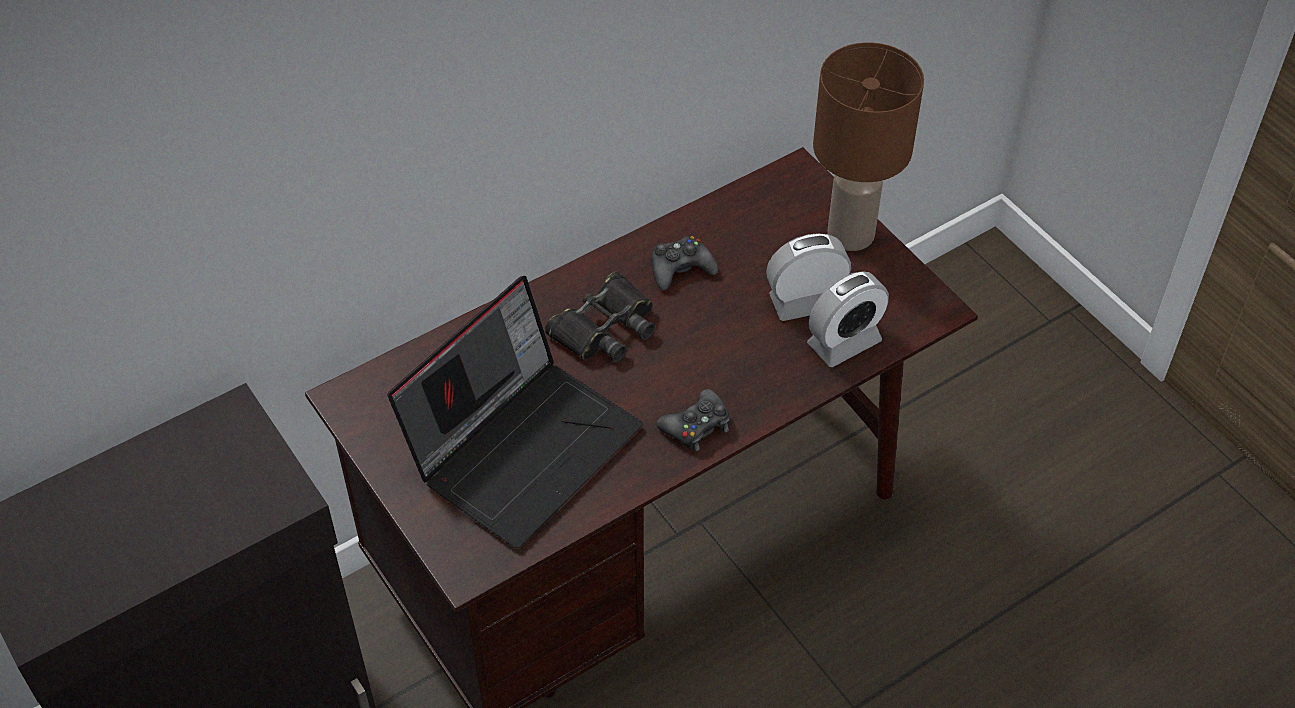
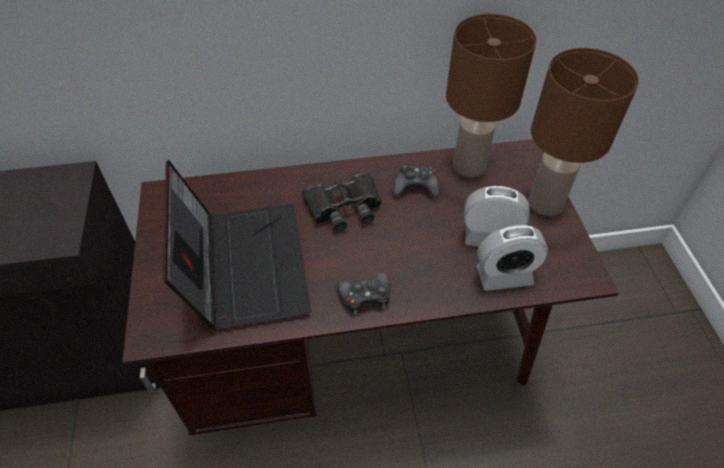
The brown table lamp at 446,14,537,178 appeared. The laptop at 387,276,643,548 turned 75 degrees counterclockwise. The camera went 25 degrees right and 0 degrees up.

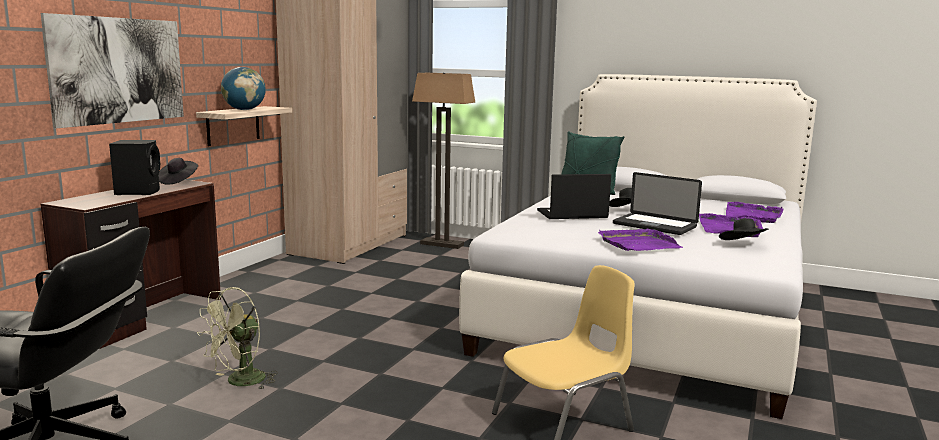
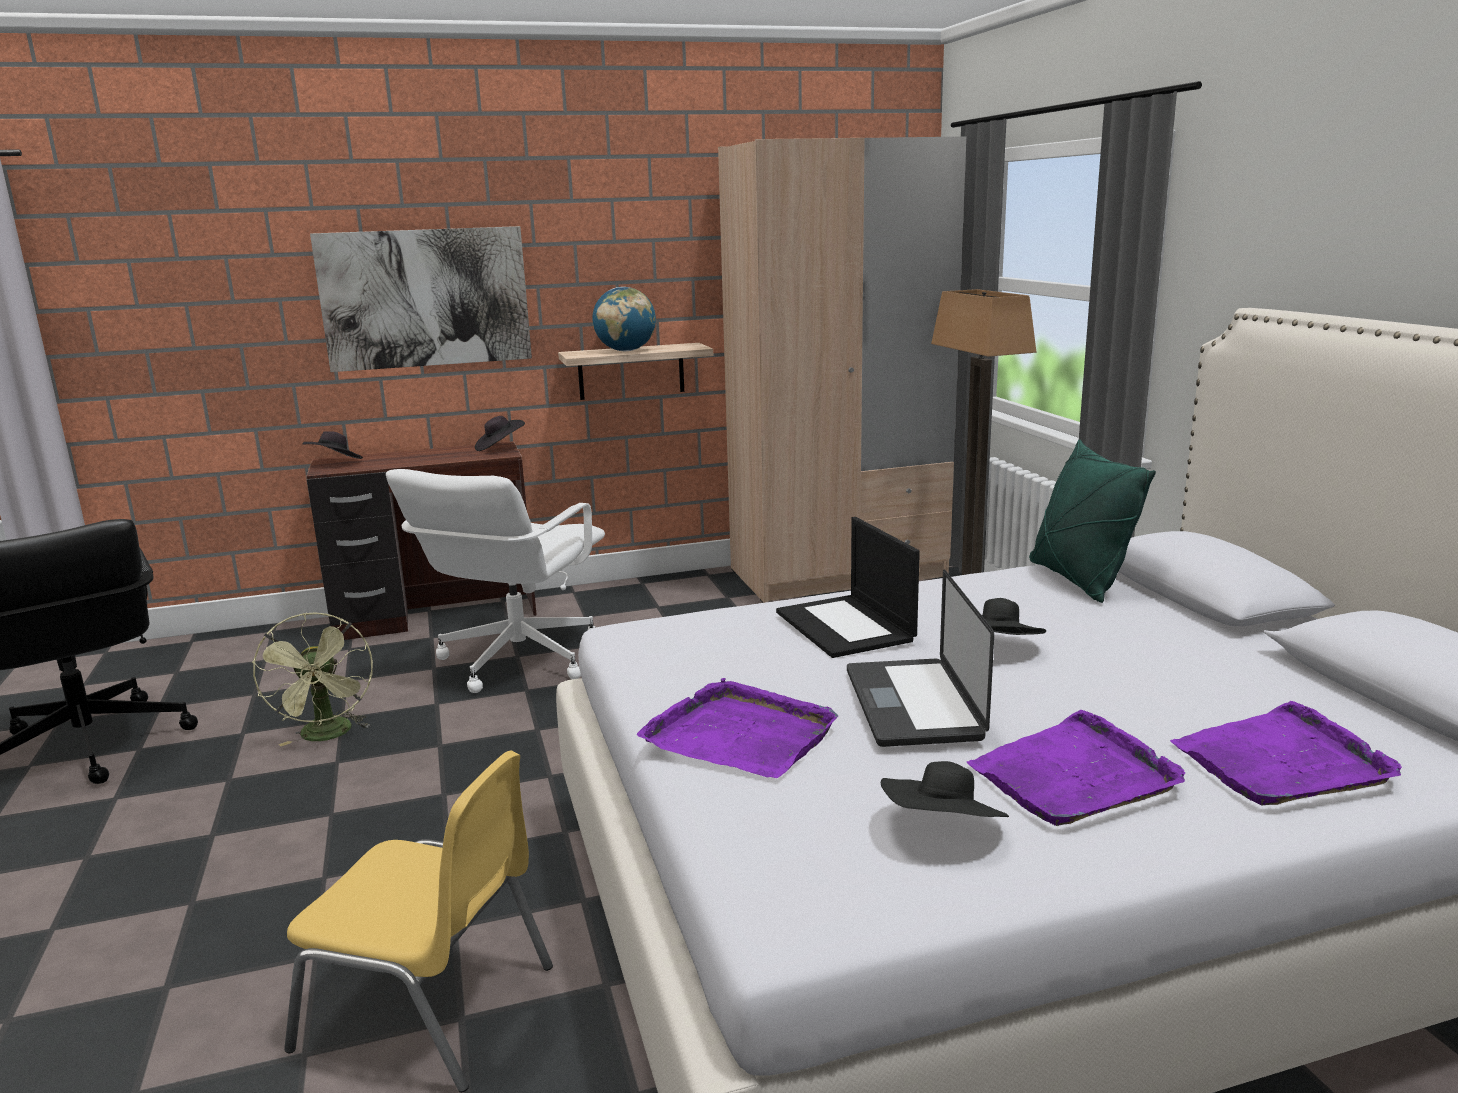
The black speaker at 109,140,160,195 disappeared. The black hat at 302,431,363,459 appeared. The white office chair at 386,469,605,693 appeared. The green fan at 197,287,278,390 turned 105 degrees counterclockwise. The laptop at 537,174,611,219 turned 150 degrees counterclockwise. The camera went 50 degrees right and 5 degrees up.

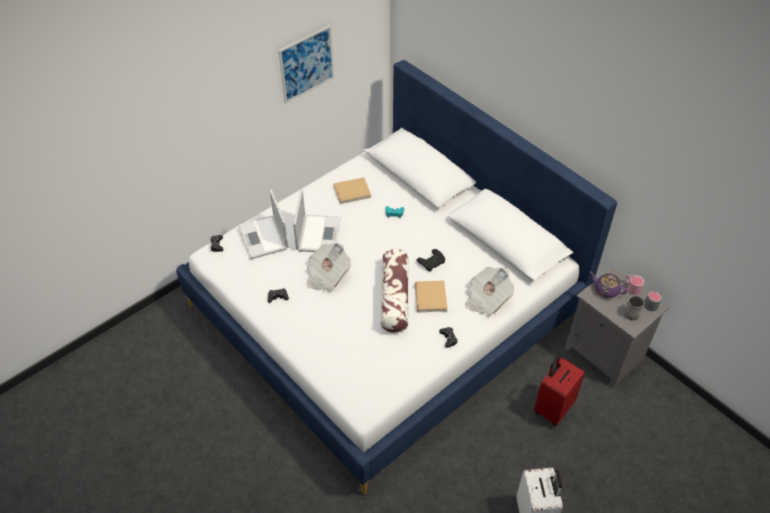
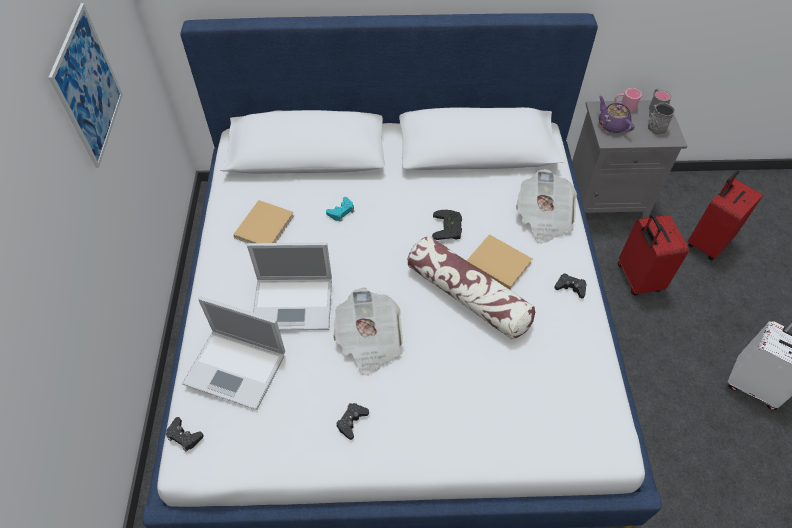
The red suitcase at 687,170,763,260 appeared. The laptop at 293,189,341,252 turned 135 degrees clockwise. The purple teapot at 590,271,628,298 turned 75 degrees clockwise. The camera went 50 degrees left and 5 degrees up.

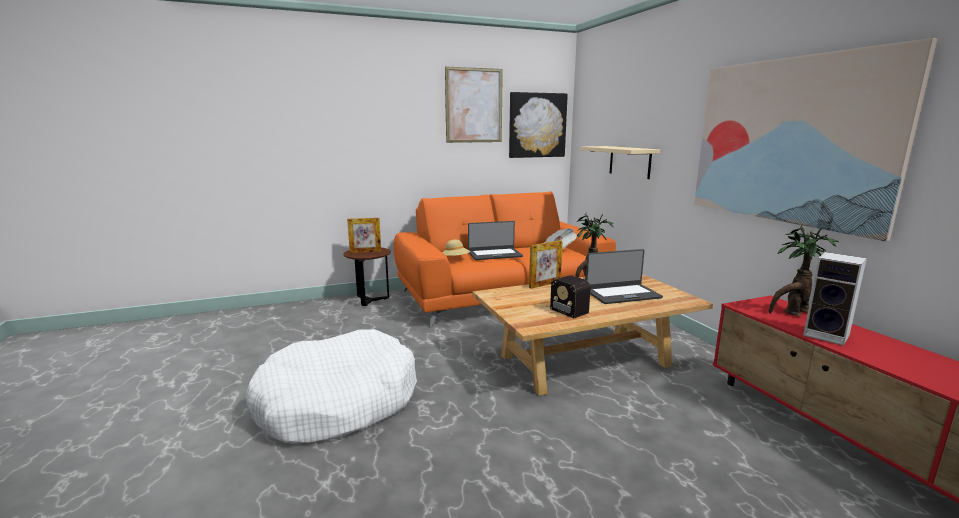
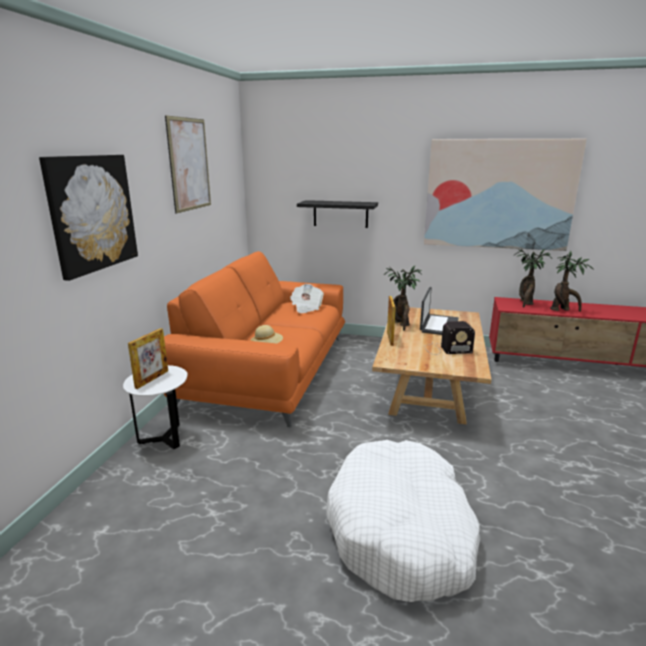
The laptop at 468,221,523,260 disappeared. The picture moved from 509,92,568,158 to 39,155,138,281. The speaker at 803,252,867,346 was replaced by the potted plant at 550,251,594,312. The brown side table at 343,248,391,306 became the white side table at 123,365,188,449. The beige shelf at 580,146,660,179 became the black shelf at 297,200,378,228. The camera went 55 degrees left and 5 degrees up.

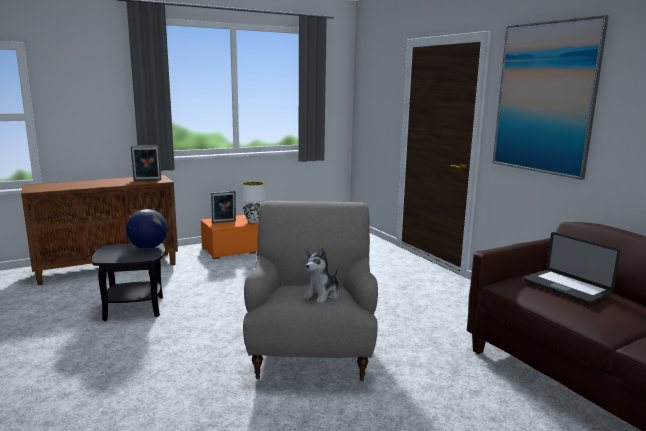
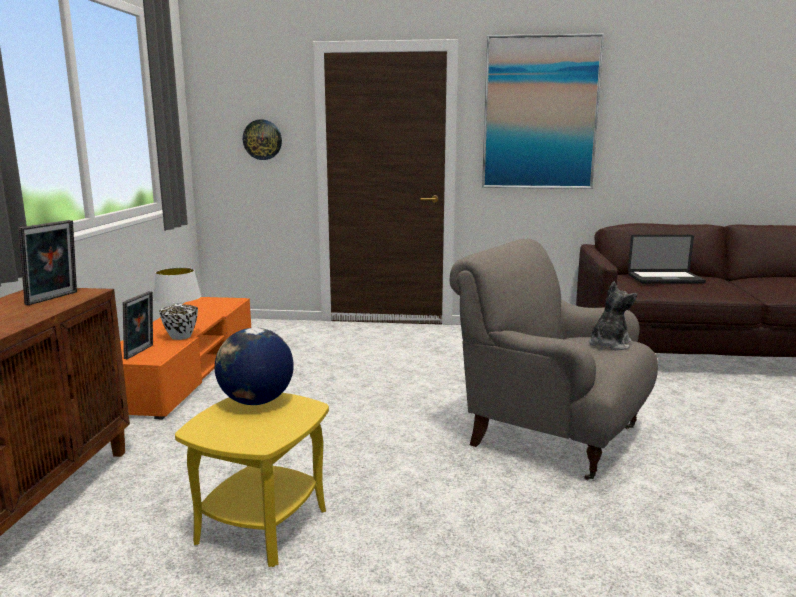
The wall clock at 243,120,282,160 appeared. The black side table at 92,243,165,321 became the yellow side table at 175,393,329,567. The plush toy at 303,248,339,303 turned 120 degrees counterclockwise. The camera went 55 degrees left and 0 degrees up.

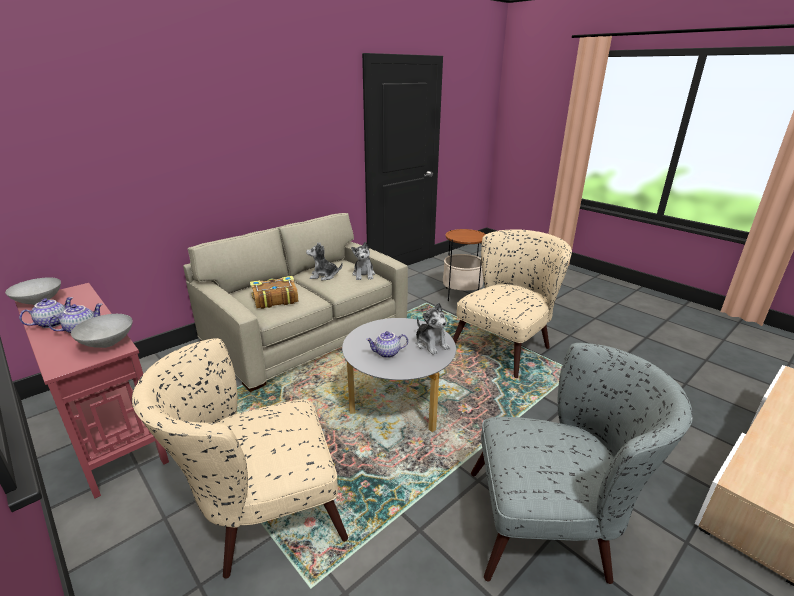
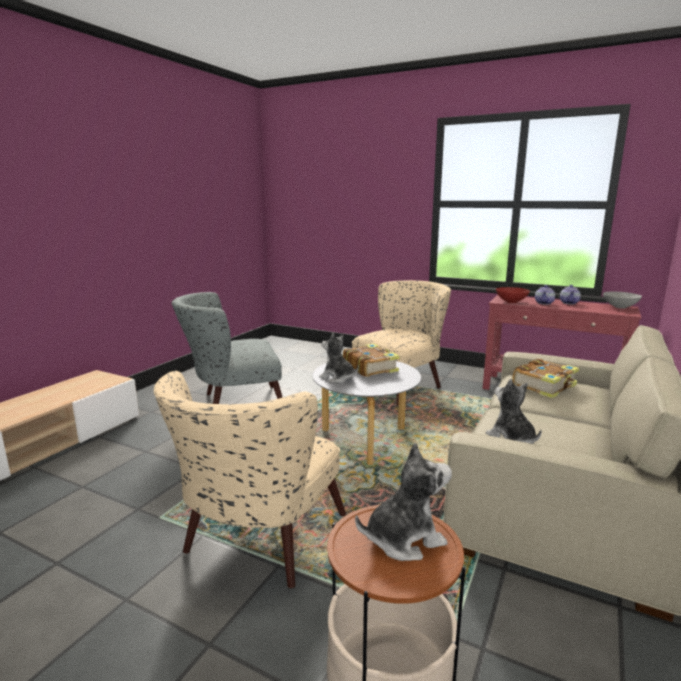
The plush toy moved from 306,242,343,281 to 355,443,452,561. The teapot at 366,331,408,358 was replaced by the book at 343,343,399,377. The grey bowl at 71,314,133,348 became the red bowl at 496,287,530,303. The camera went 160 degrees right and 10 degrees down.

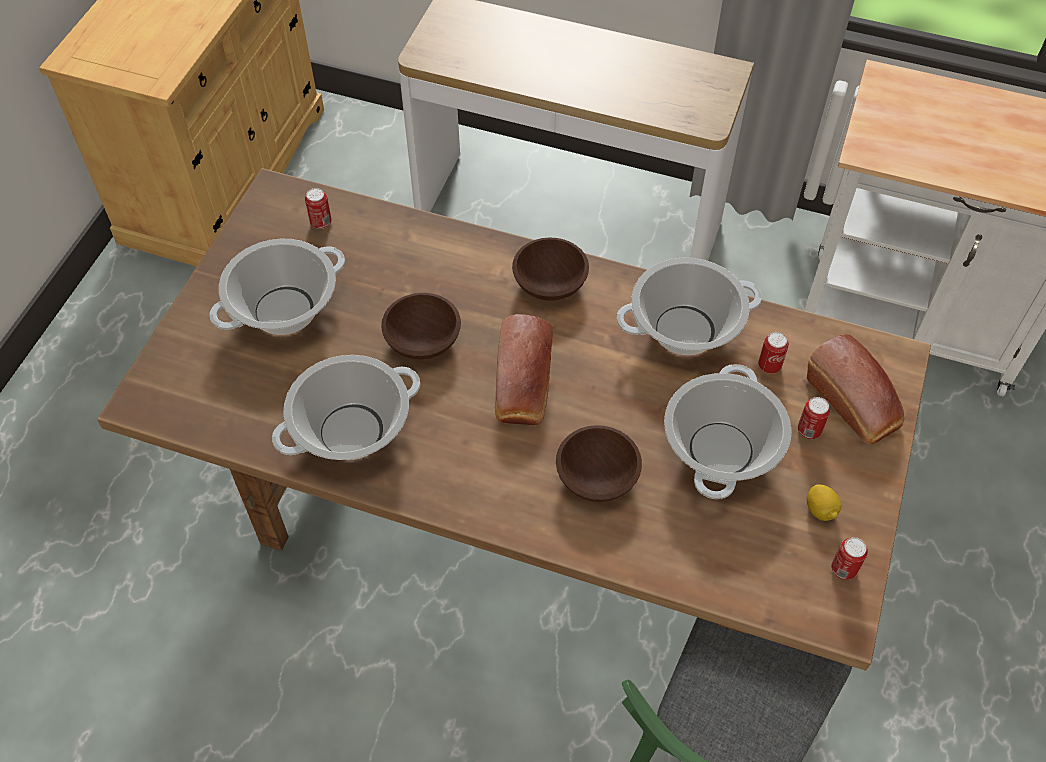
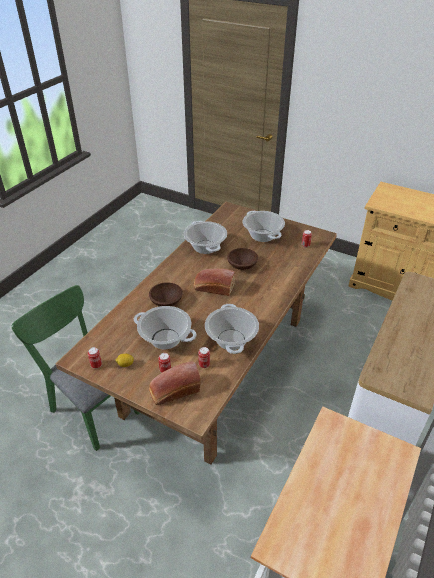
The brown bowl at 512,237,589,301 disappeared. The camera went 100 degrees right and 15 degrees down.

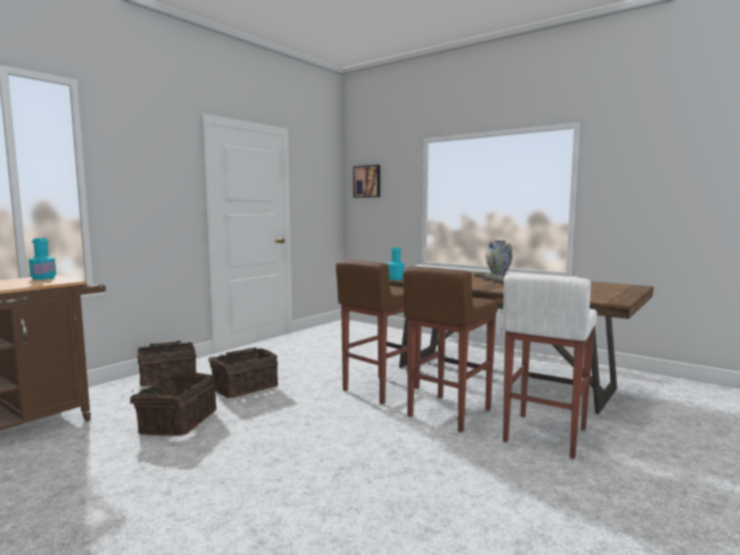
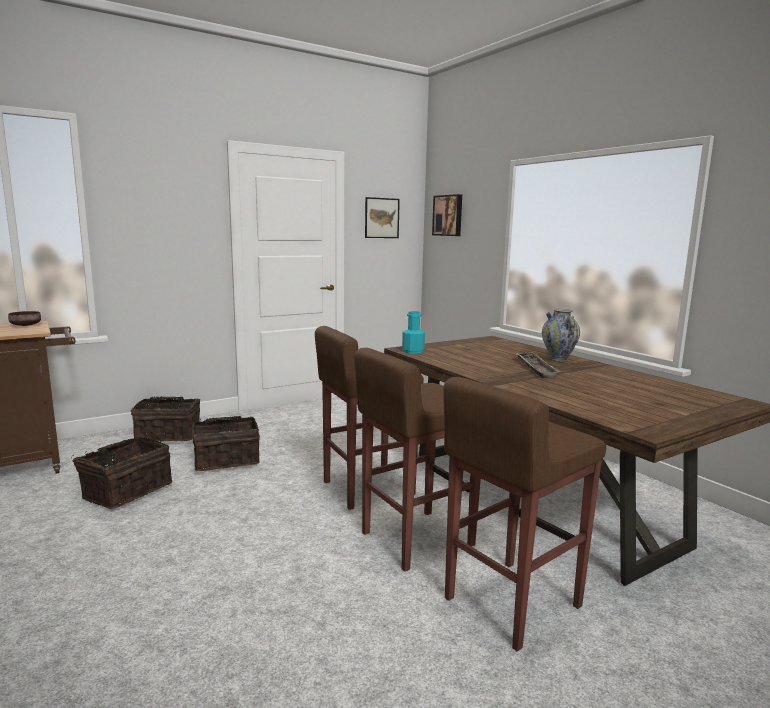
The picture at 365,197,400,238 appeared. The turquoise bottle at 29,238,56,280 was replaced by the brown bowl at 8,311,41,326. The white stool at 502,274,597,459 became the brown stool at 443,377,606,652. The camera went 20 degrees right and 5 degrees up.

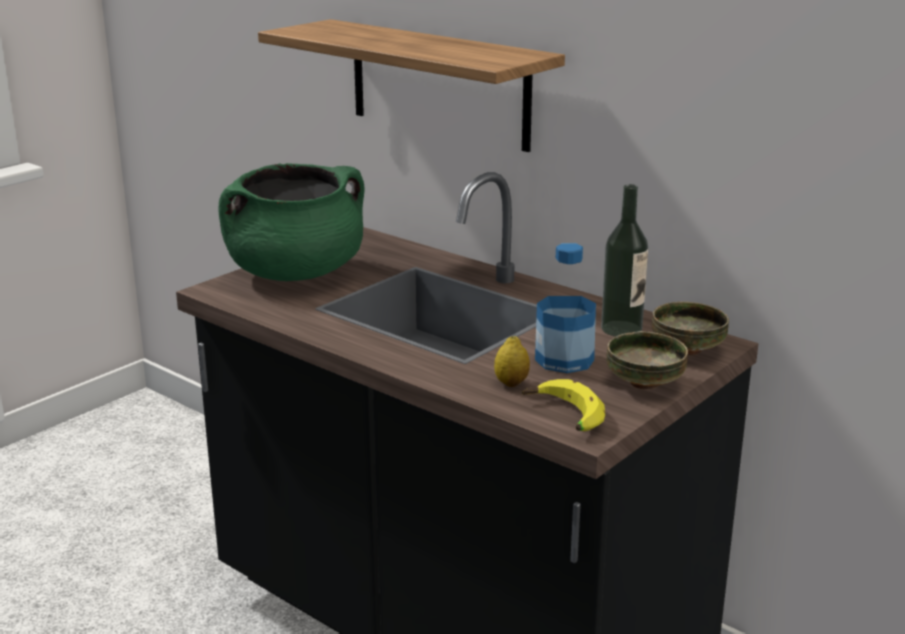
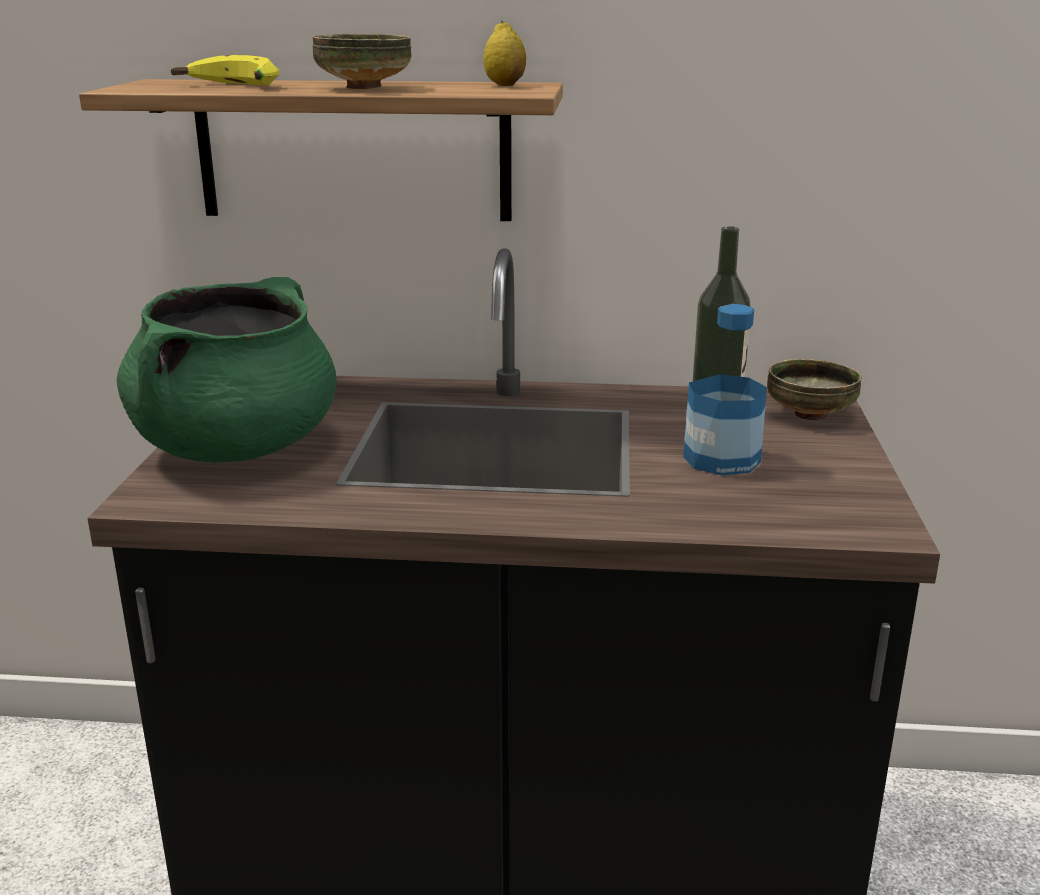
The lemon moved from 494,336,530,387 to 483,21,526,86. The banana moved from 522,379,605,431 to 171,55,279,85. The bowl moved from 606,331,688,389 to 313,33,411,89. The camera went 35 degrees left and 0 degrees up.

